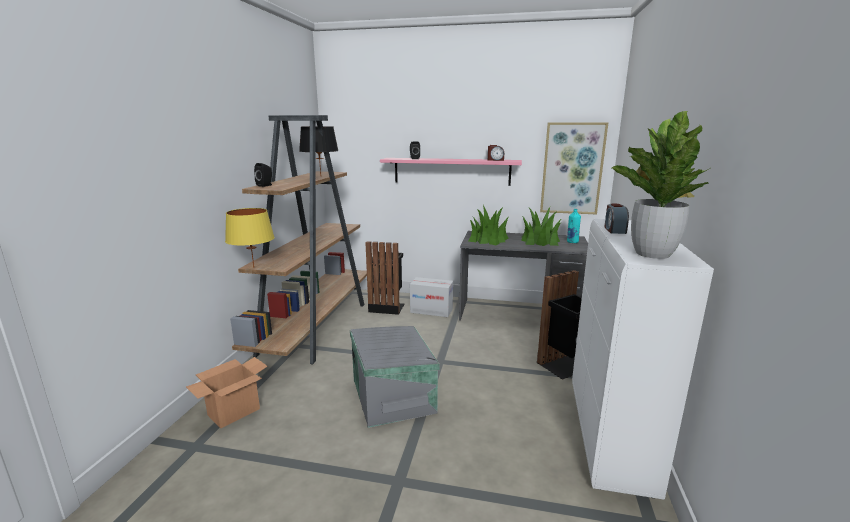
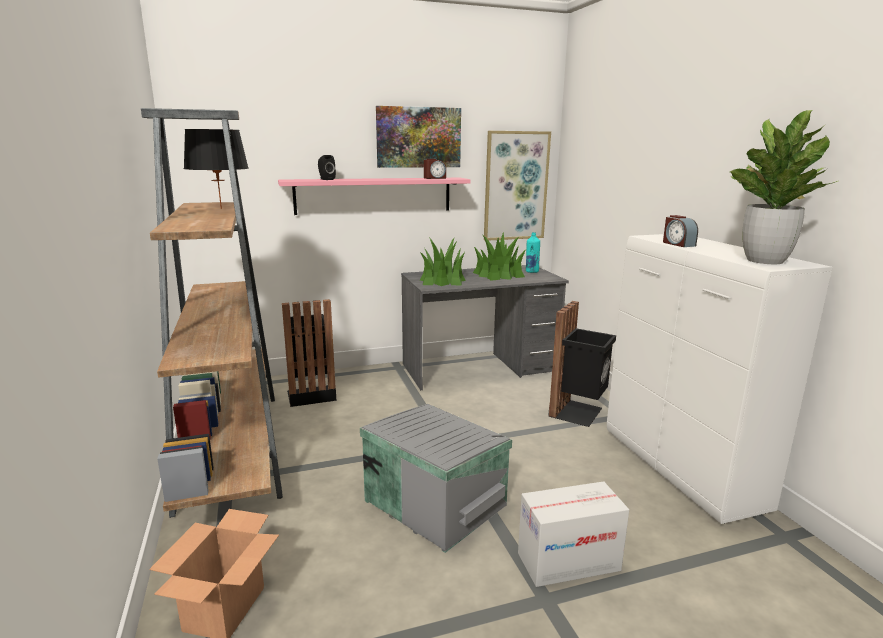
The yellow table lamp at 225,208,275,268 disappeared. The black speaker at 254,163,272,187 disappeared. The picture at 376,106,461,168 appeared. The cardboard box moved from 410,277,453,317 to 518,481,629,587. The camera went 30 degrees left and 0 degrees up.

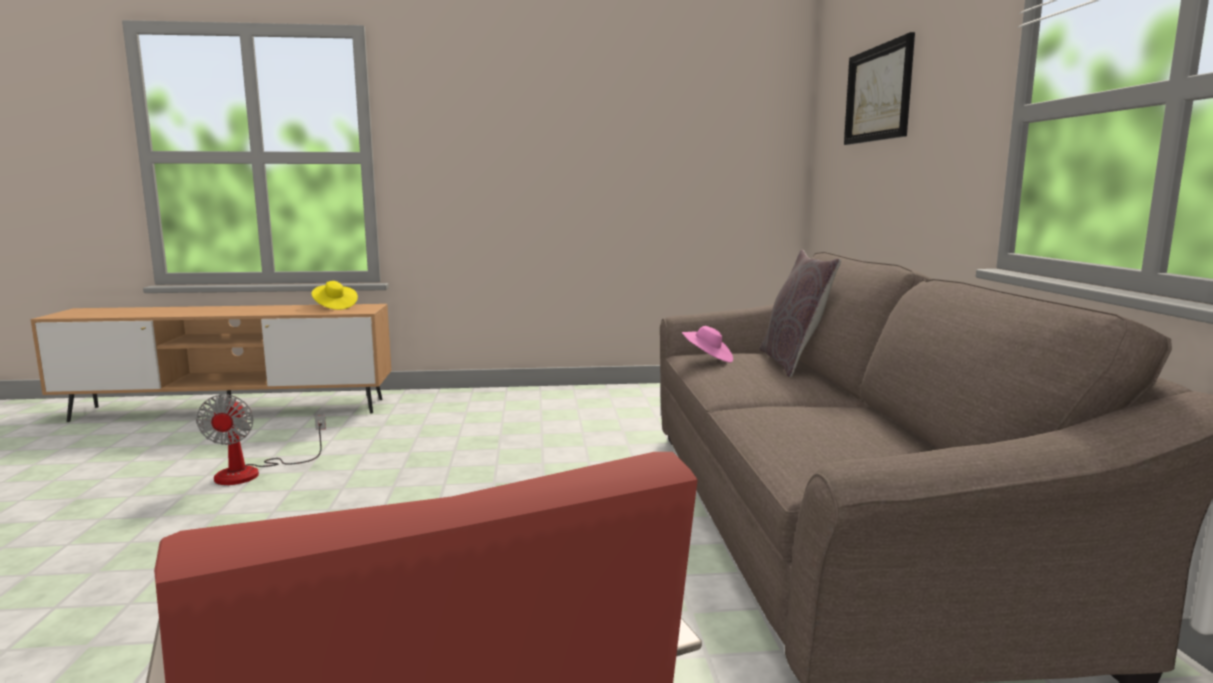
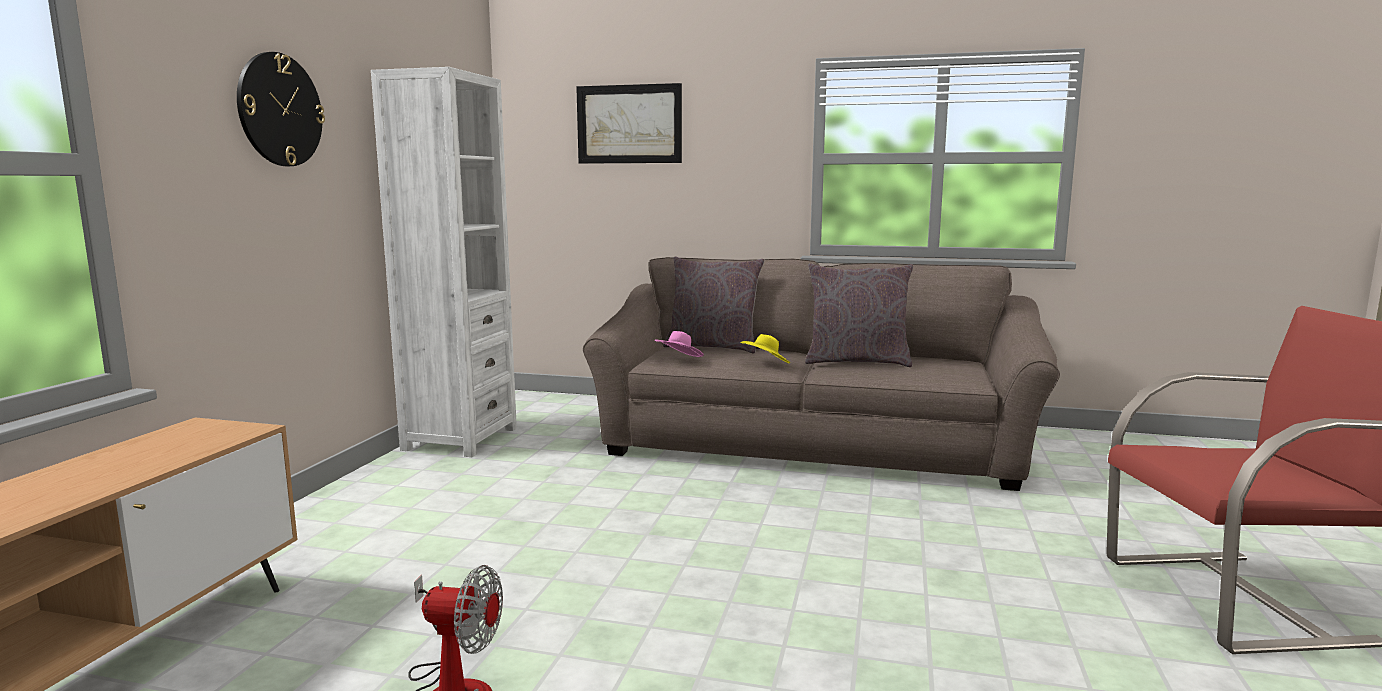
The wall clock at 237,52,325,166 appeared. The white bookcase at 371,67,517,457 appeared. The grey pillow at 805,263,913,367 appeared. The yellow hat moved from 311,281,358,310 to 741,334,791,363. The camera went 70 degrees left and 0 degrees up.

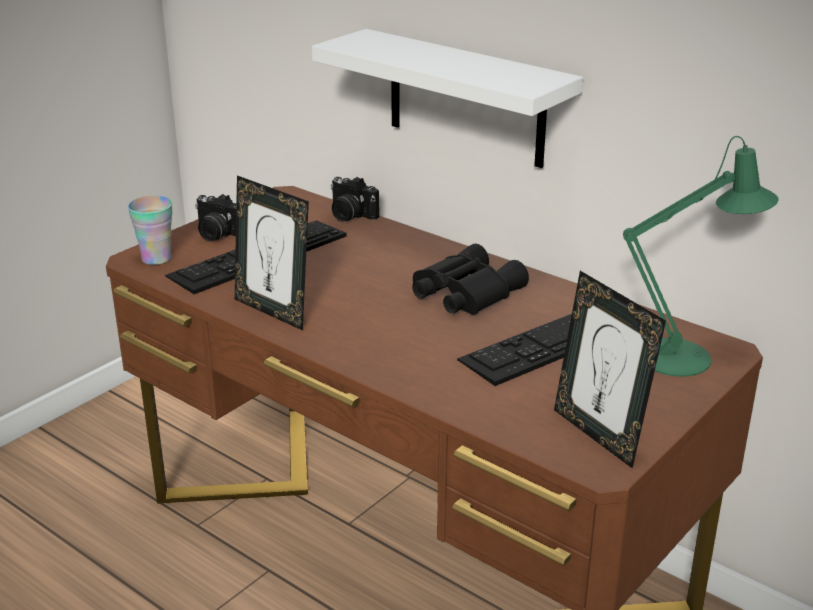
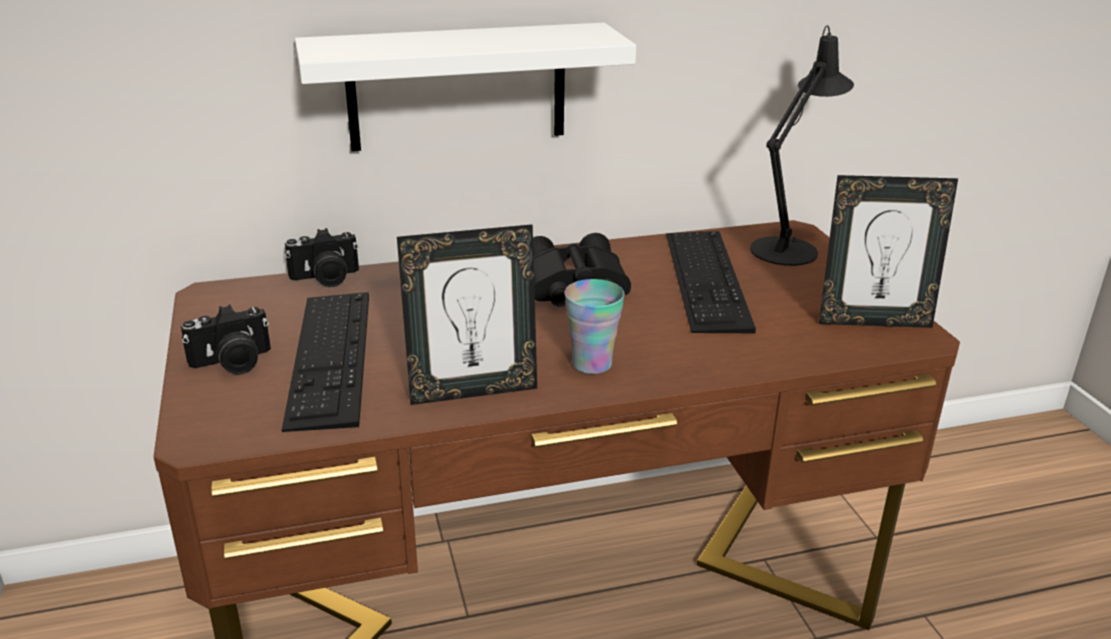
The cup moved from 128,196,172,265 to 565,279,625,374. The green table lamp at 623,136,779,377 became the black table lamp at 750,25,854,266. The camera went 55 degrees left and 0 degrees up.

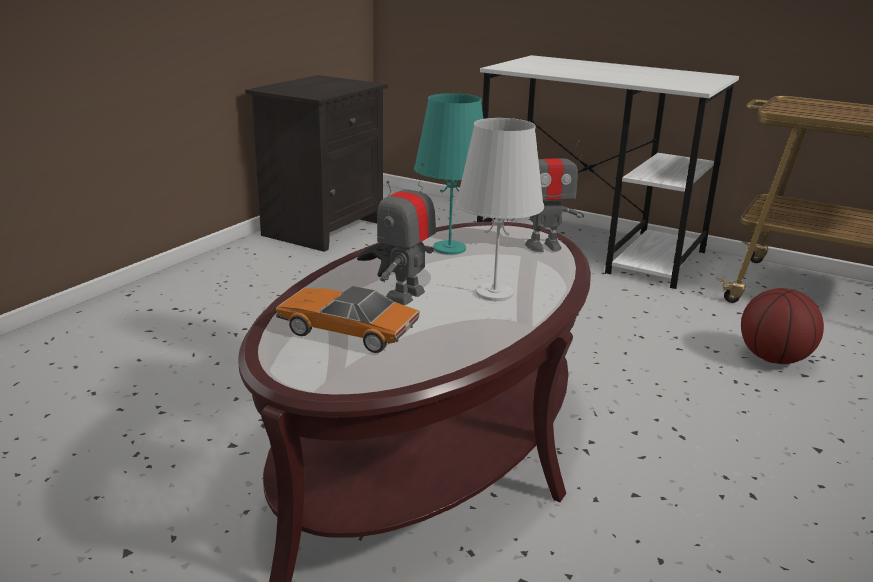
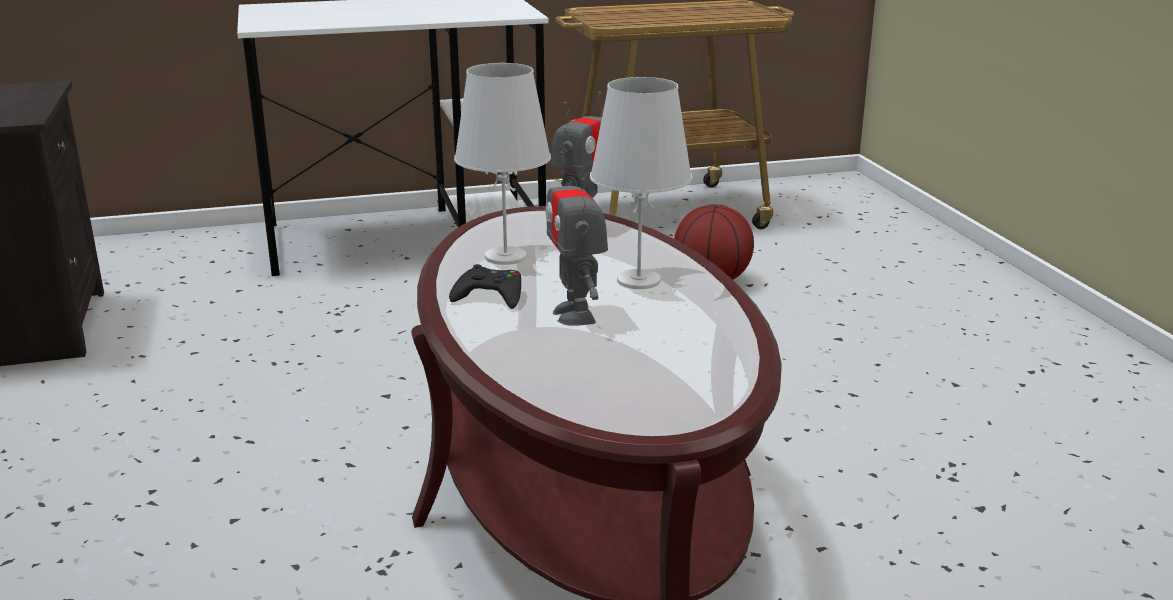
The toy car at 276,286,420,353 disappeared. The turquoise table lamp at 414,93,483,255 became the white table lamp at 454,63,551,265. The camera went 45 degrees left and 0 degrees up.

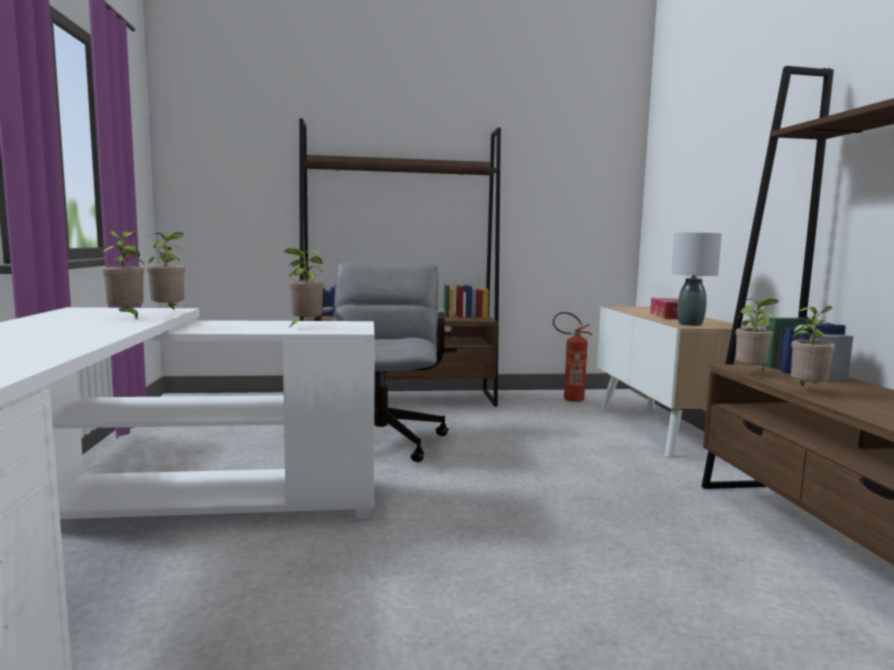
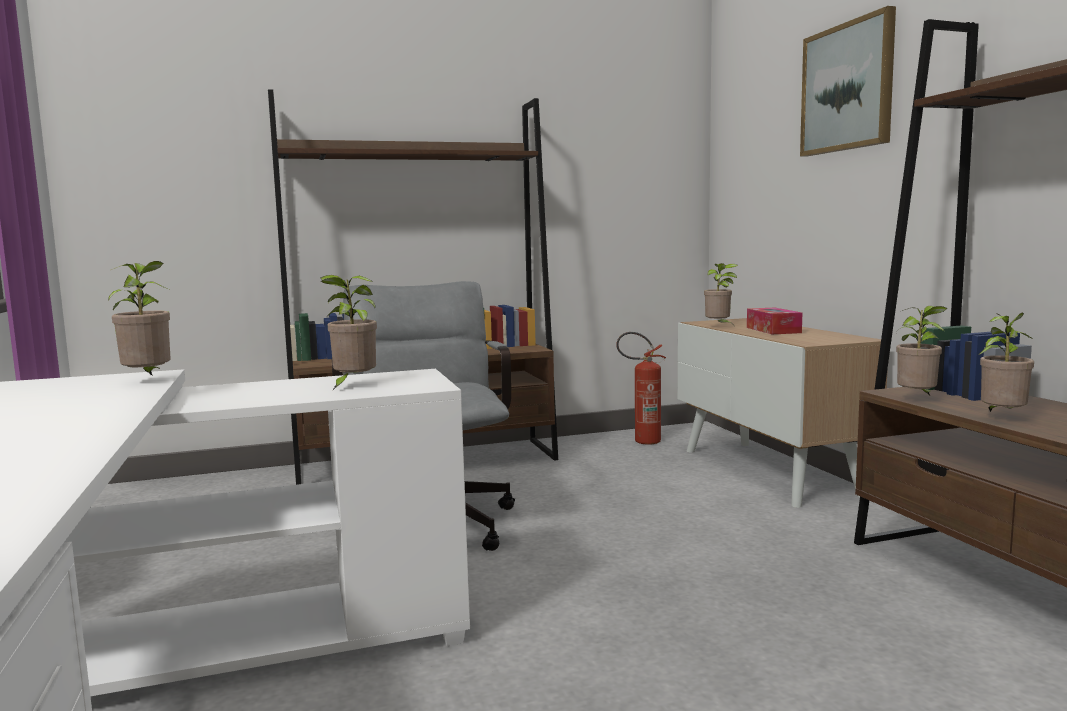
The grey table lamp at 671,232,722,326 disappeared. The picture at 800,6,896,156 appeared. The potted plant moved from 102,230,145,319 to 704,263,738,324. The camera went 10 degrees left and 0 degrees up.

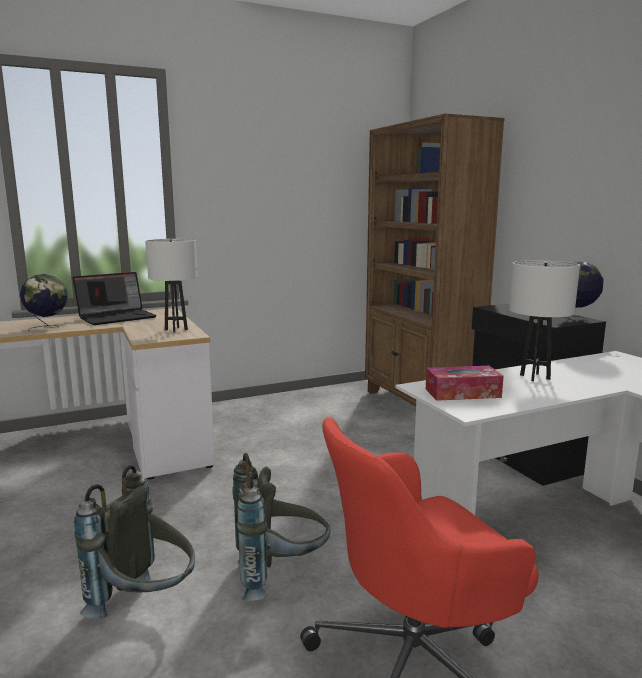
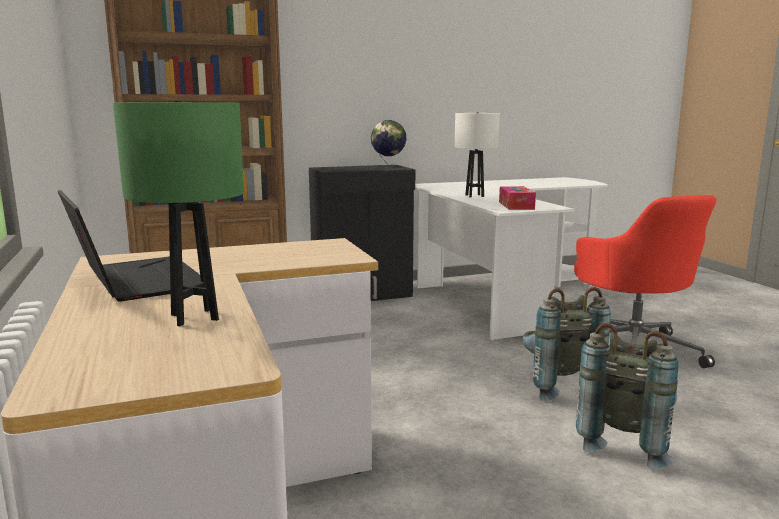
The white table lamp at 145,239,197,333 disappeared. The globe at 20,274,68,331 was replaced by the green table lamp at 113,101,244,326. The camera went 85 degrees left and 0 degrees up.

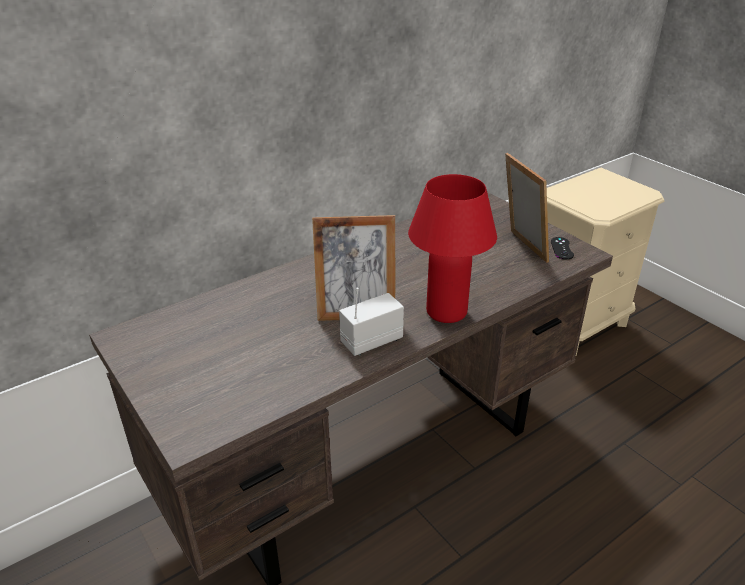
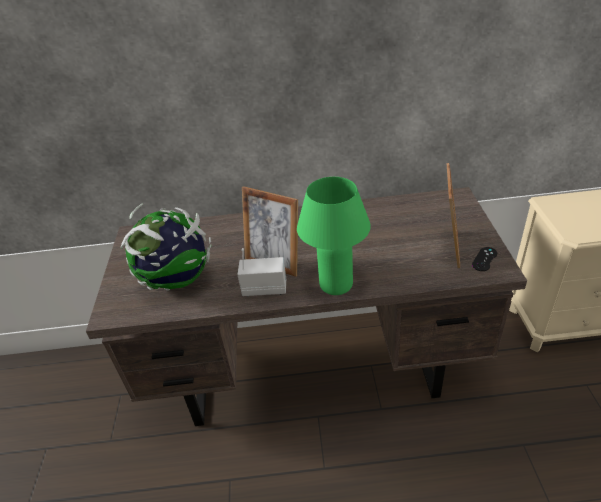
The globe at 121,204,212,291 appeared. The red table lamp at 408,174,497,323 became the green table lamp at 297,177,371,295. The camera went 35 degrees right and 5 degrees up.

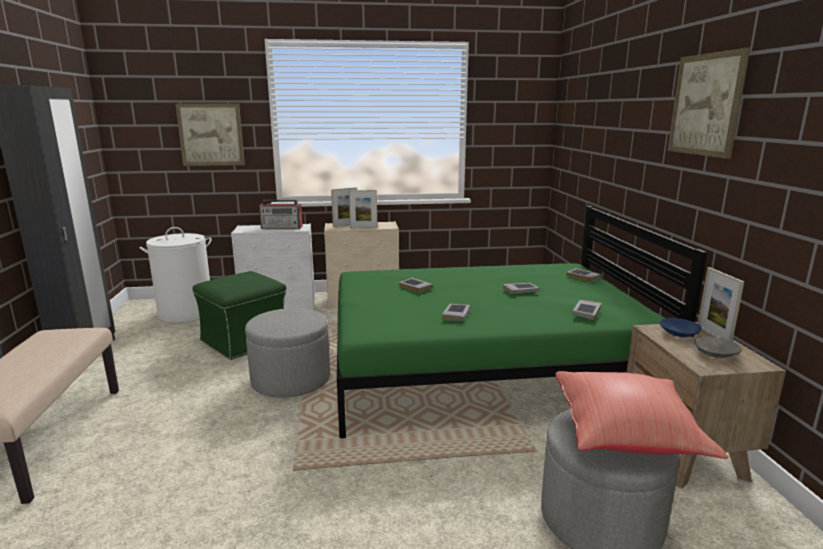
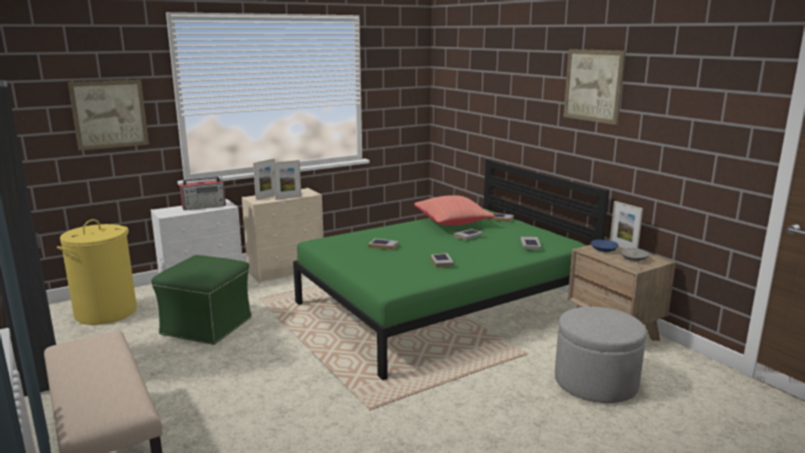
The grey ottoman at 245,308,330,398 disappeared. The red pillow moved from 555,371,728,459 to 414,195,495,226. The white laundry basket at 140,227,211,323 became the yellow laundry basket at 57,219,137,325. The camera went 25 degrees left and 0 degrees up.

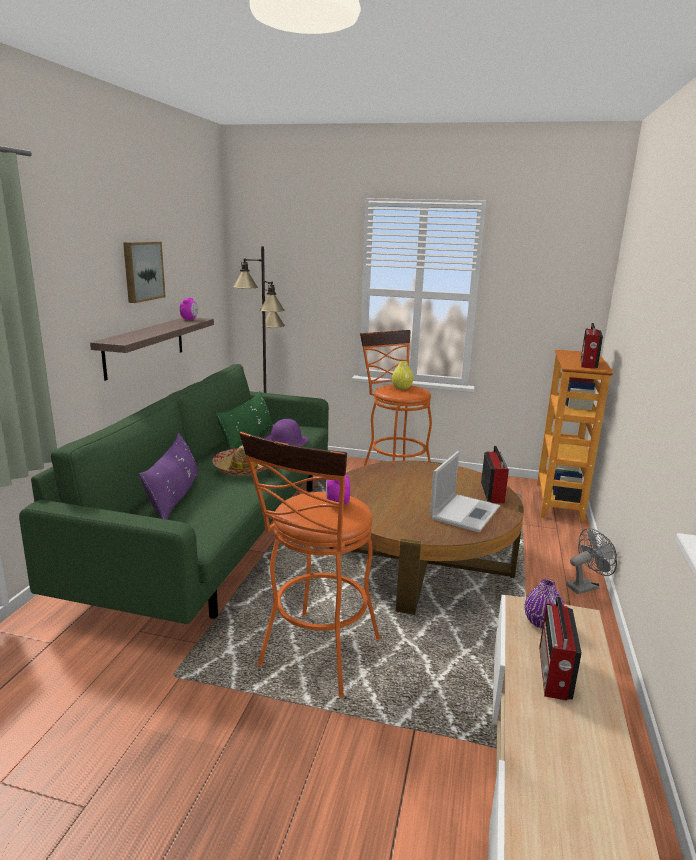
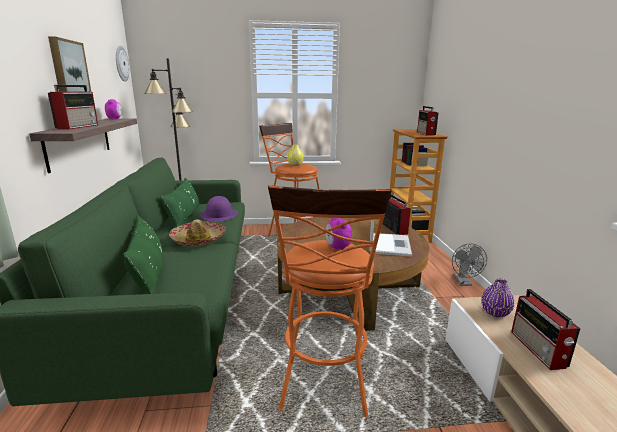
The radio at 48,85,98,129 appeared. The wall clock at 116,46,130,82 appeared. The purple pillow at 139,433,199,520 became the green pillow at 123,215,163,294. The grey fan at 566,528,617,594 turned 135 degrees clockwise. The camera went 20 degrees left and 0 degrees up.

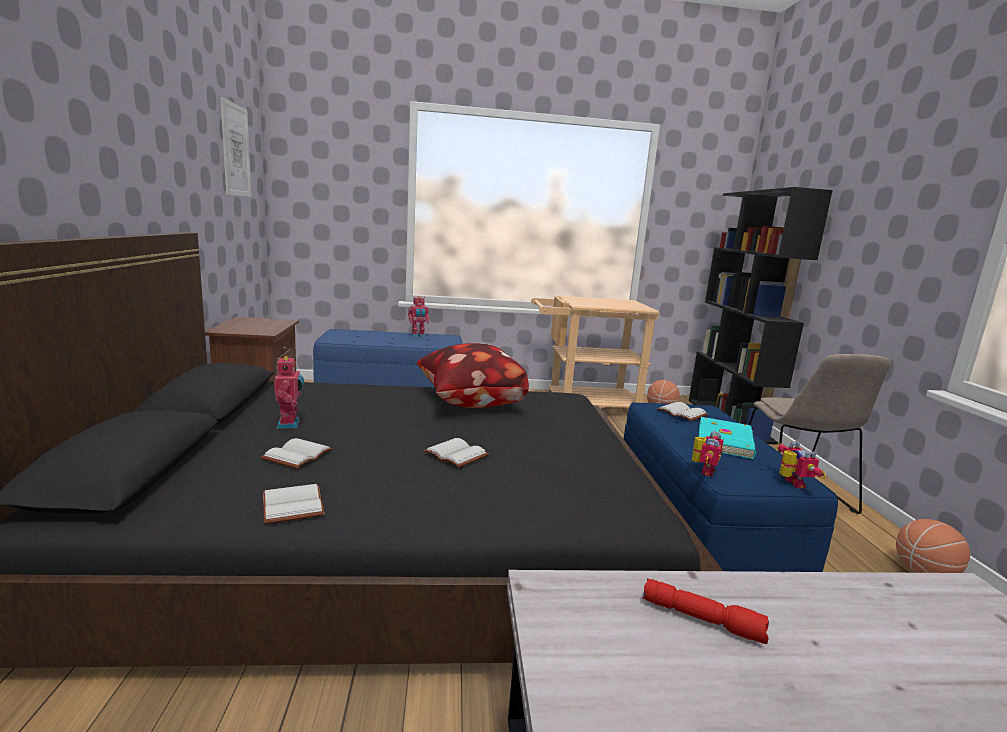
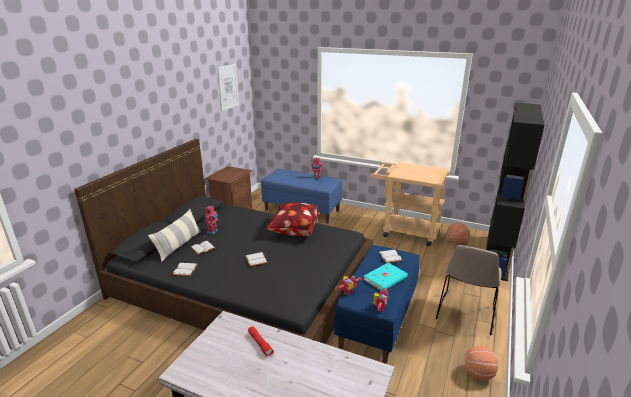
The pillow at 148,209,201,263 appeared. The camera went 30 degrees right and 10 degrees up.

